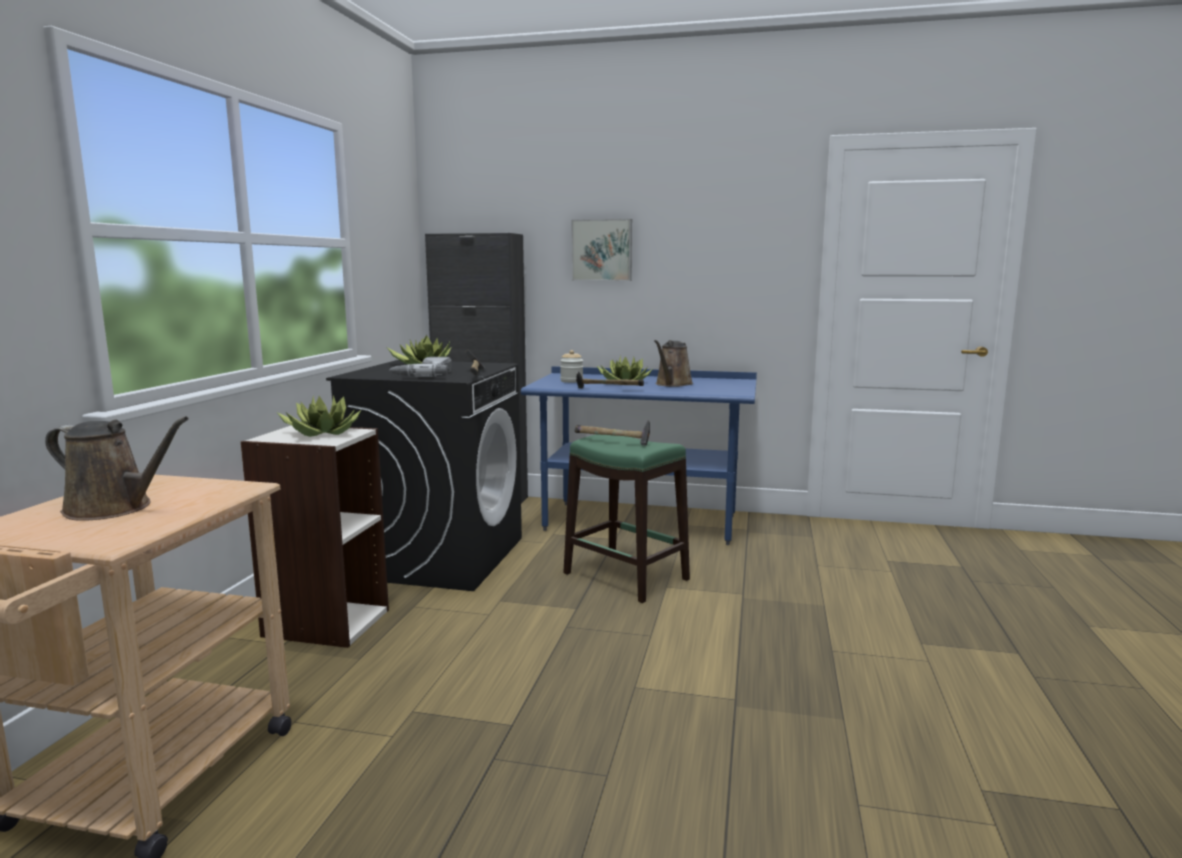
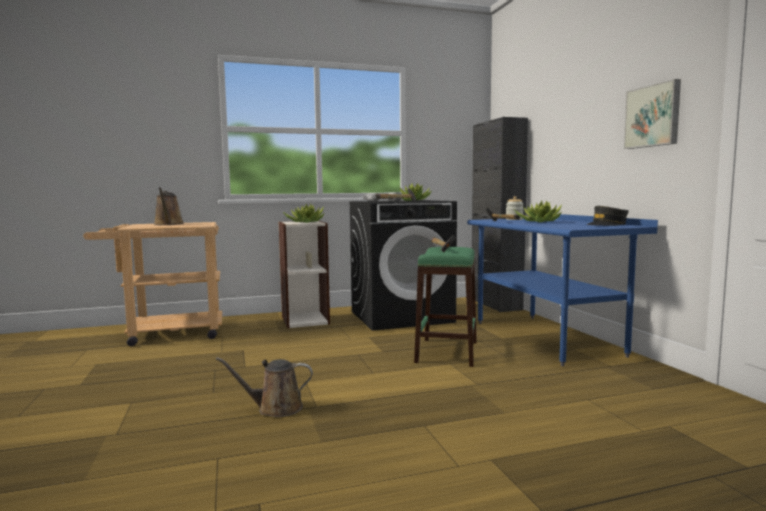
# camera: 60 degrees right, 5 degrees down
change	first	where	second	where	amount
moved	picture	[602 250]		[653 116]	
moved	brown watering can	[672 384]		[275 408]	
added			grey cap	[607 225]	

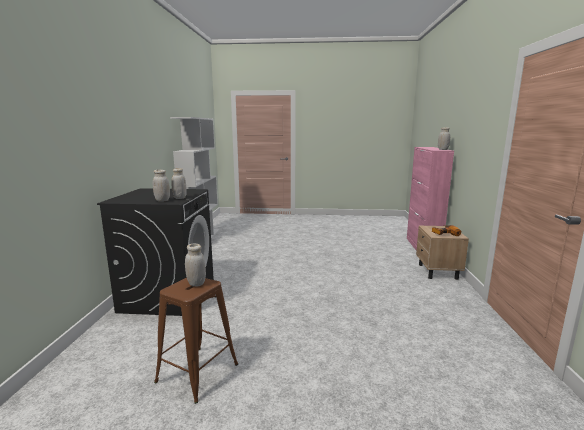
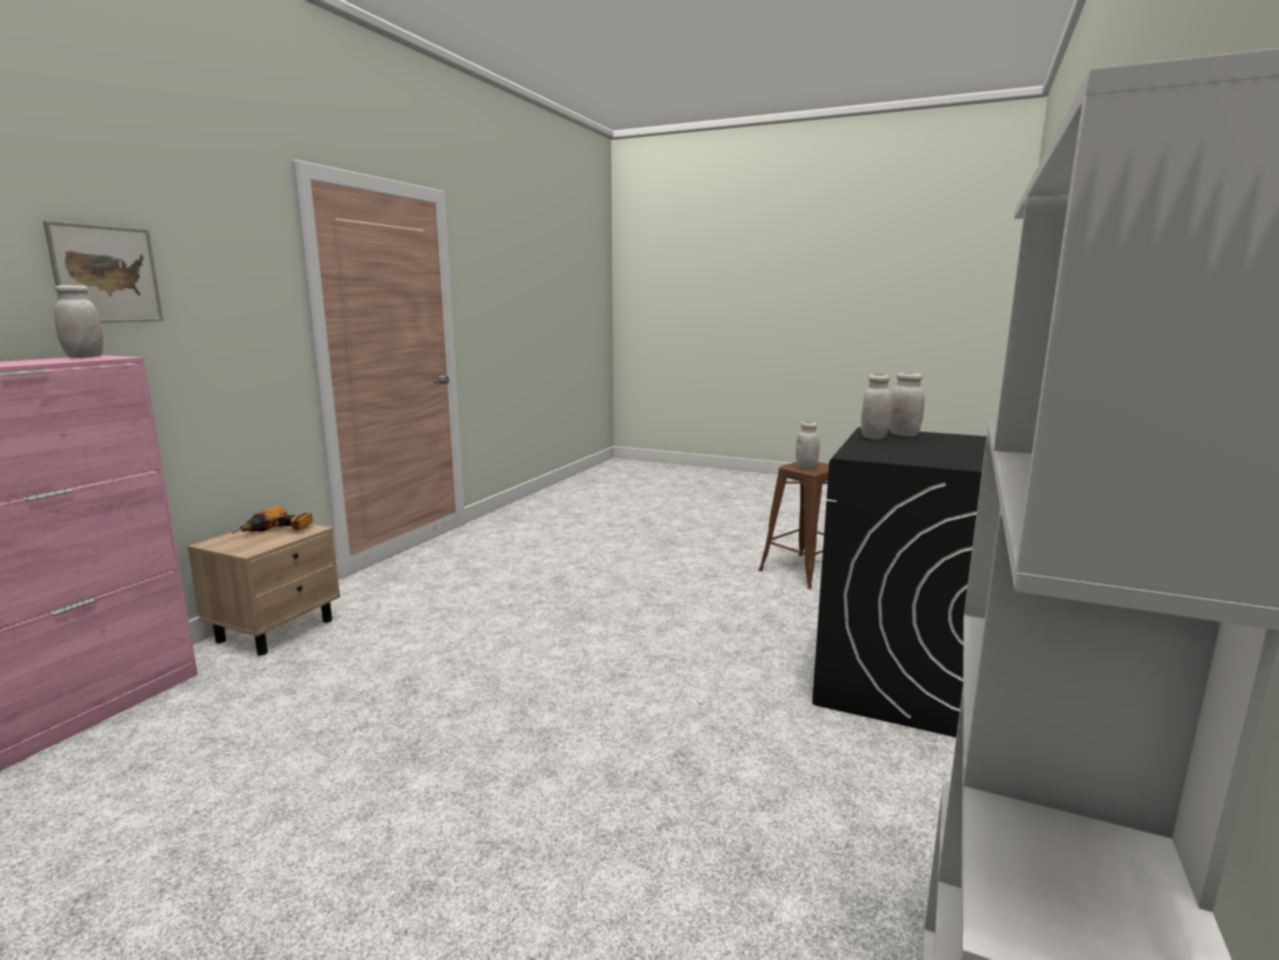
# camera: 160 degrees left, 0 degrees up
change	first	where	second	where	amount
added			picture	[106 274]	

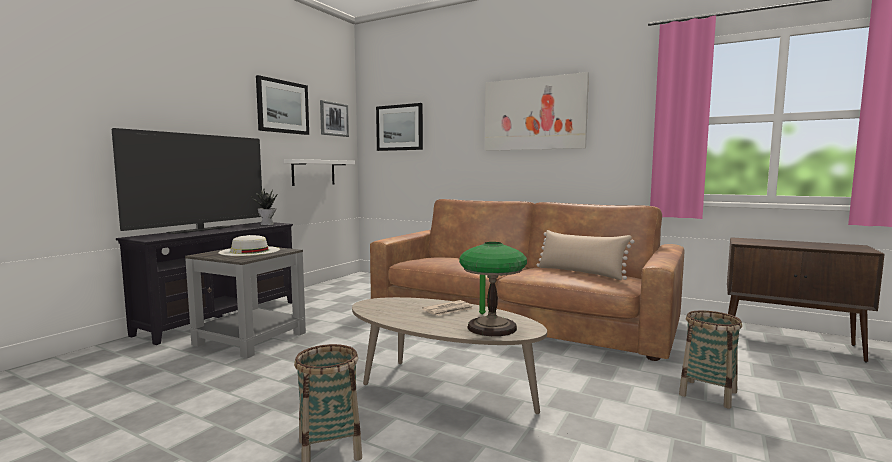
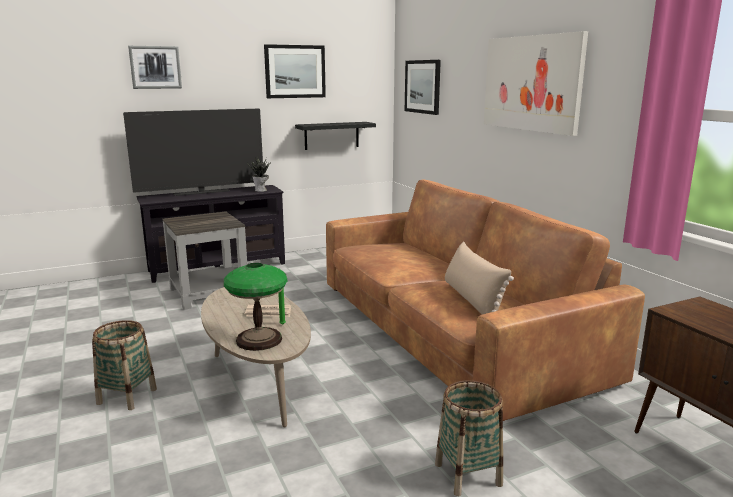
# camera: 35 degrees right, 10 degrees up
change	first	where	second	where	amount
moved	picture	[333 119]		[155 67]	
recoloured	white shelf	[313 172]	black shelf	[331 135]	
removed	white hat	[249 251]			

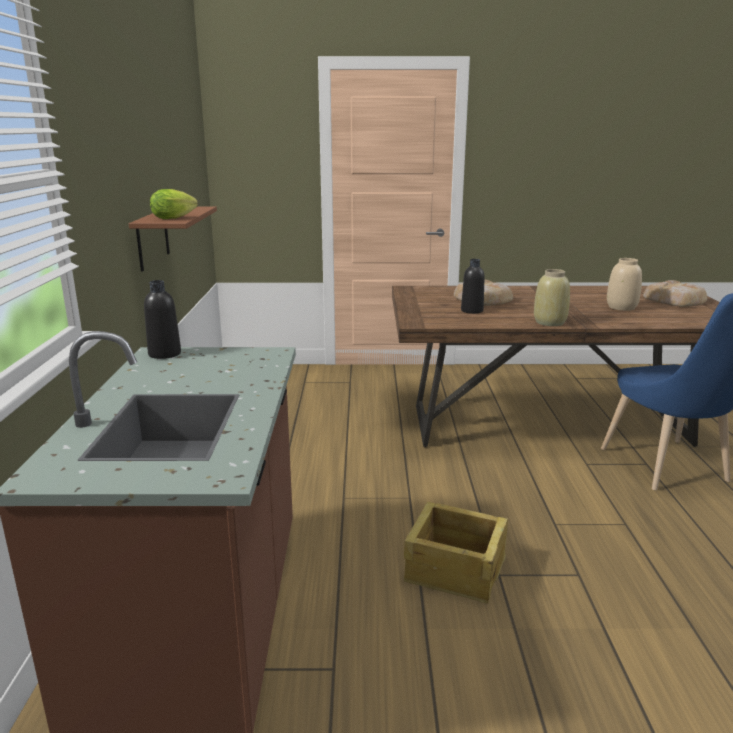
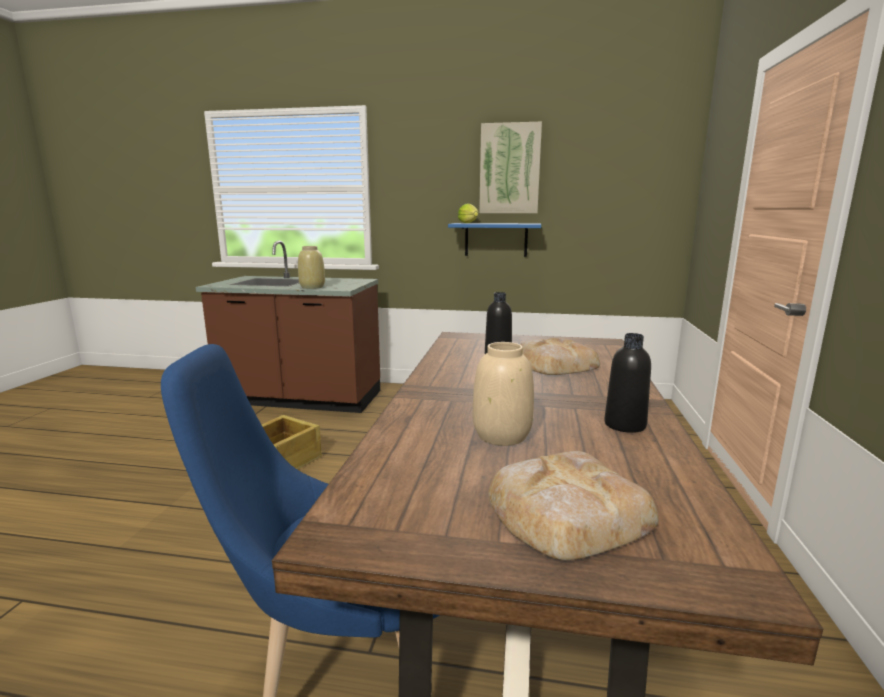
# camera: 100 degrees right, 5 degrees down
change	first	where	second	where	amount
recoloured	brown shelf	[152 238]	blue shelf	[496 239]	
moved	beige vase	[550 322]		[312 287]	
moved	black bottle	[164 354]		[625 425]	
added			picture	[509 169]	

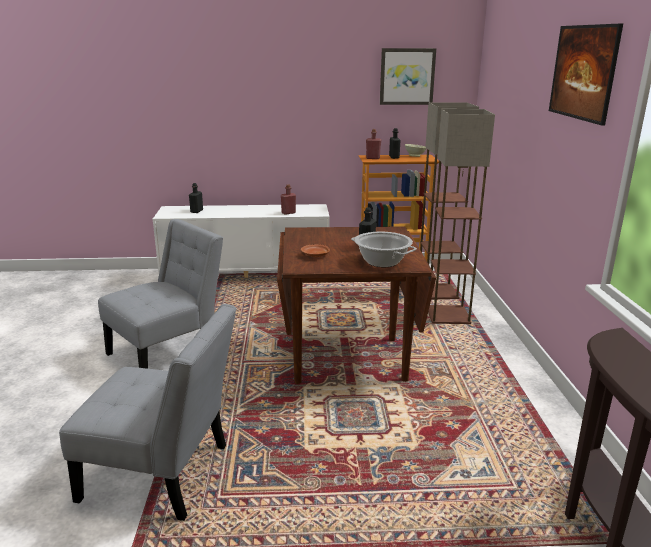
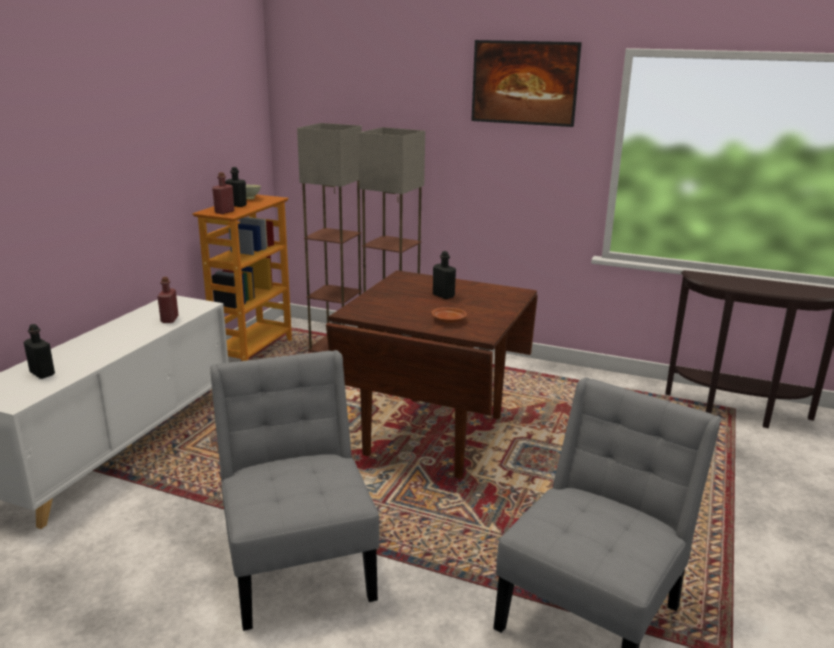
# camera: 65 degrees left, 0 degrees up
change	first	where	second	where	amount
removed	picture	[407 76]			
removed	cooking pot	[382 262]			

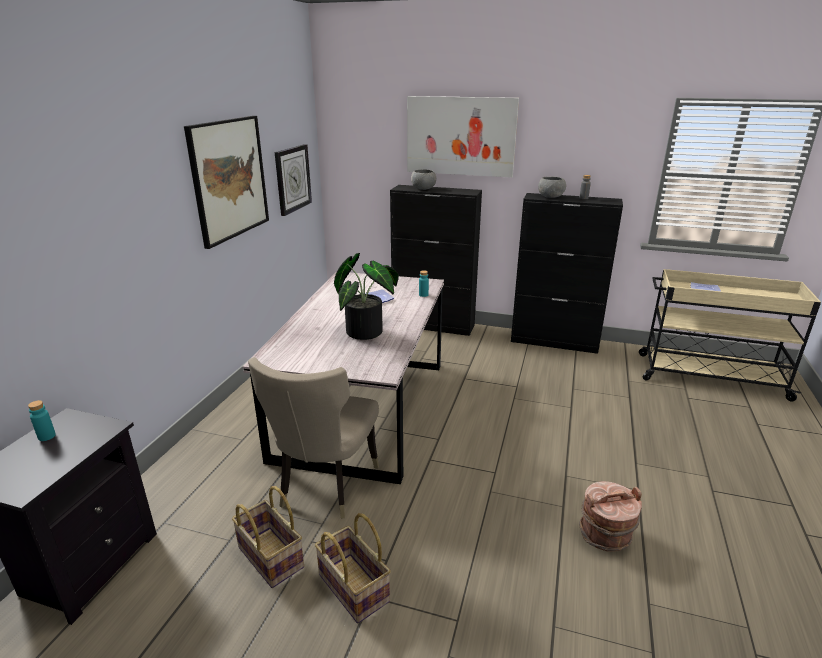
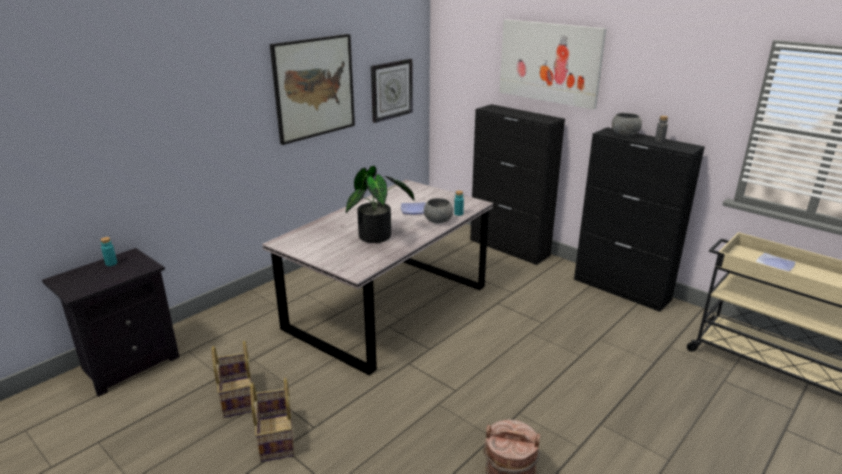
# camera: 25 degrees right, 0 degrees up
change	first	where	second	where	amount
moved	grey bowl	[423 188]		[438 221]	
removed	beige chair	[324 487]			

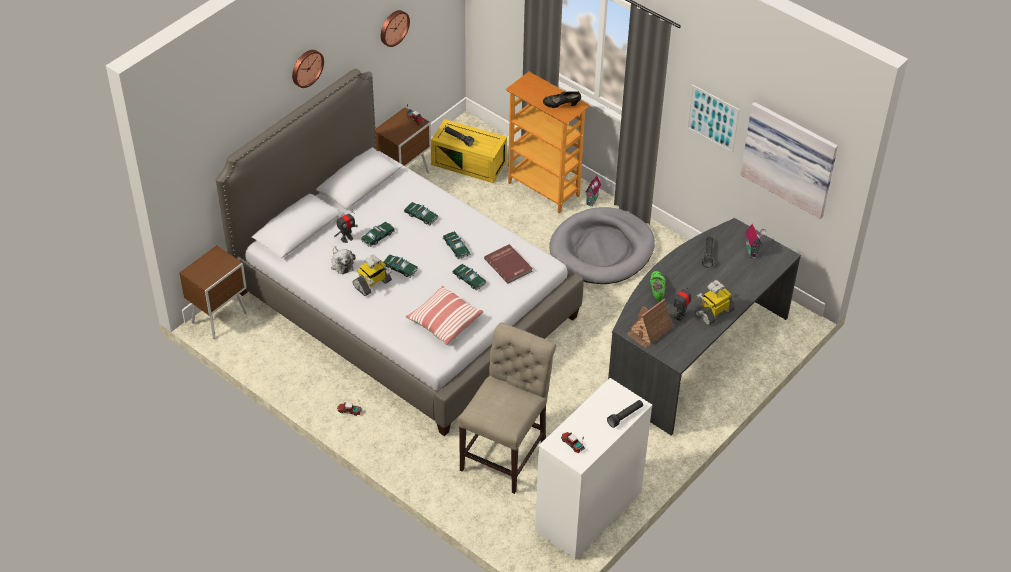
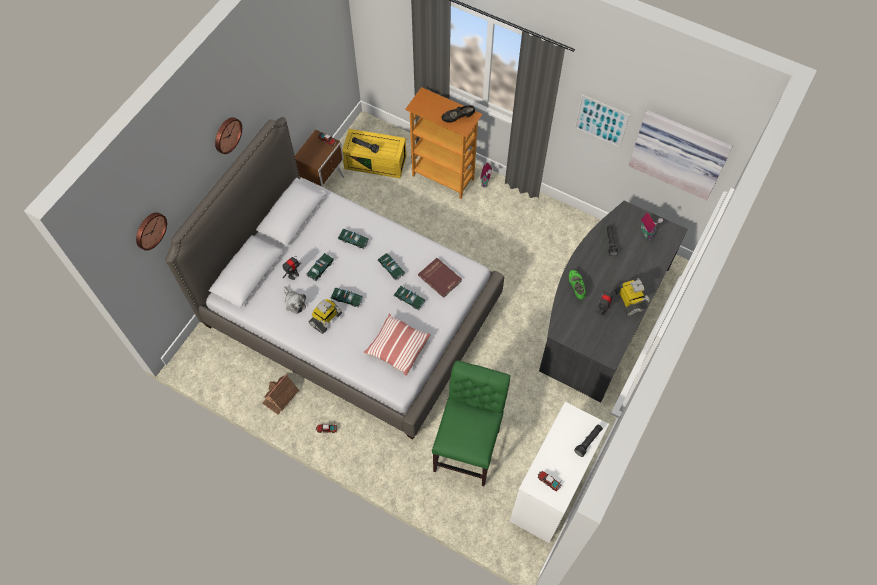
# camera: 10 degrees left, 15 degrees up
change	first	where	second	where	amount
moved	wall clock	[393 27]		[149 230]	
removed	grey dog bed	[602 250]			
removed	brown nightstand	[221 318]			
turned	toy robot	[714 312]		[629 301]	120 degrees clockwise
moved	toy house	[649 330]		[280 396]	
recoloured	beige chair	[506 453]	green chair	[468 446]	

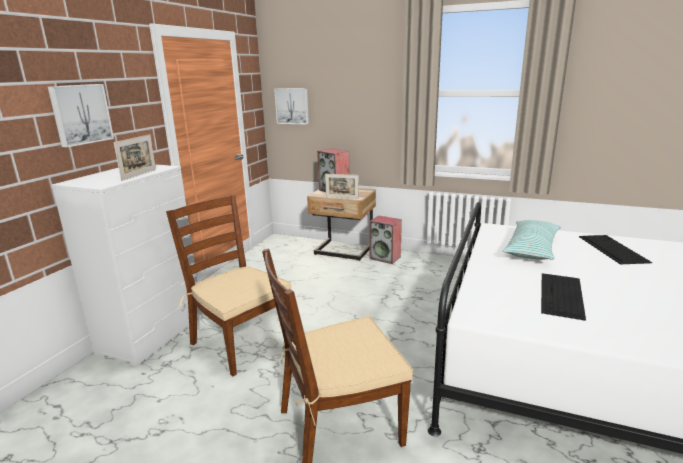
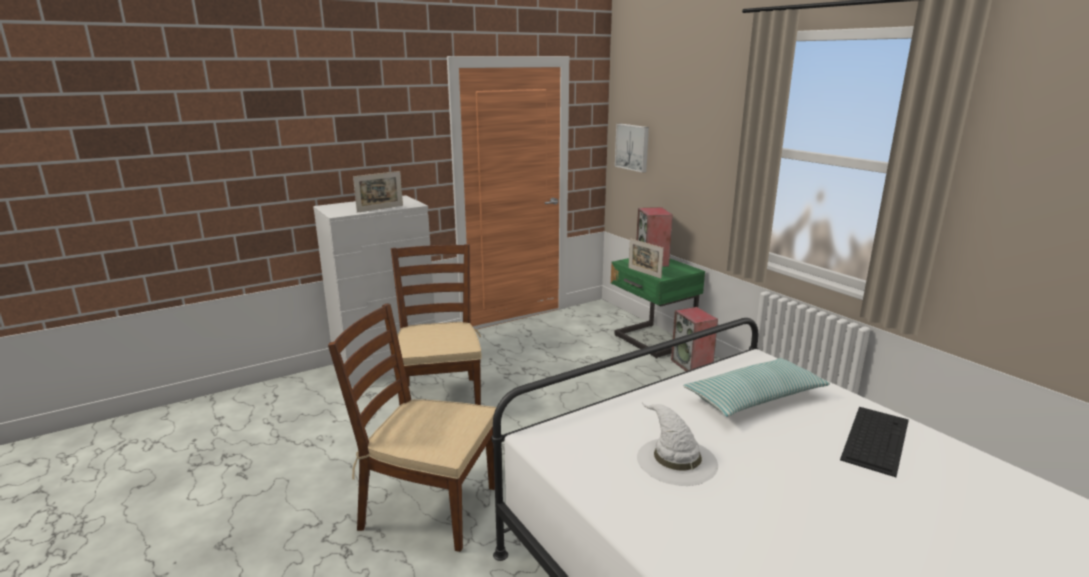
# camera: 35 degrees right, 0 degrees up
change	first	where	second	where	amount
removed	picture	[80 114]			
recoloured	beige nightstand	[343 251]	green nightstand	[652 342]	
replaced	keyboard	[562 295]	white hat	[675 460]	

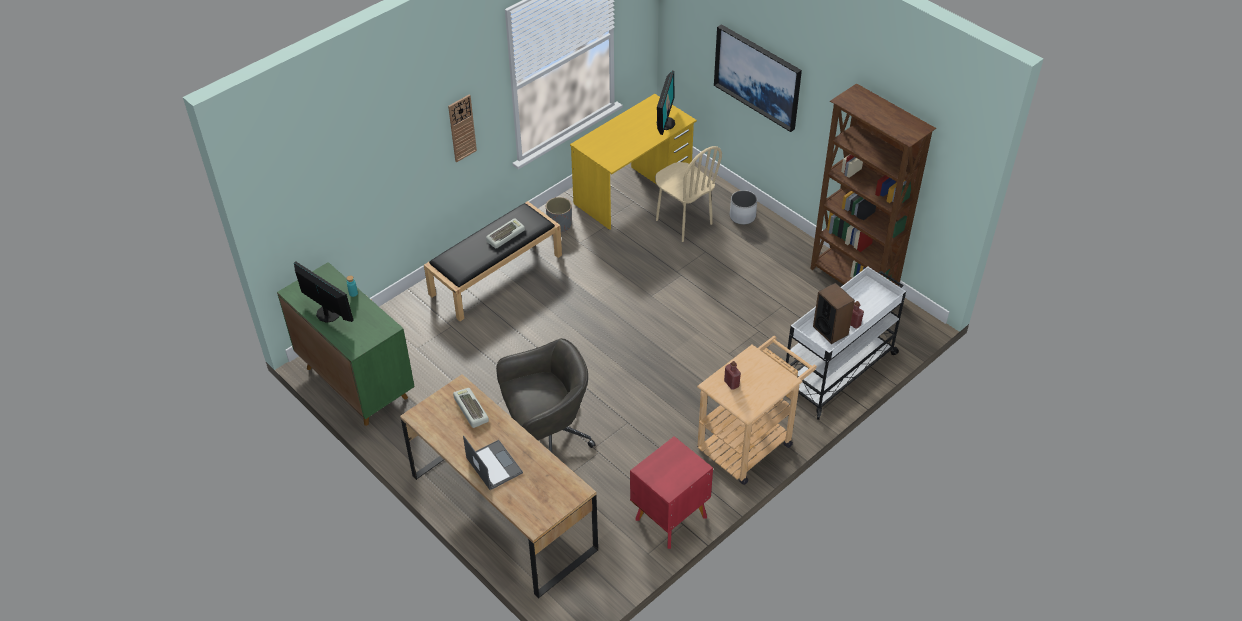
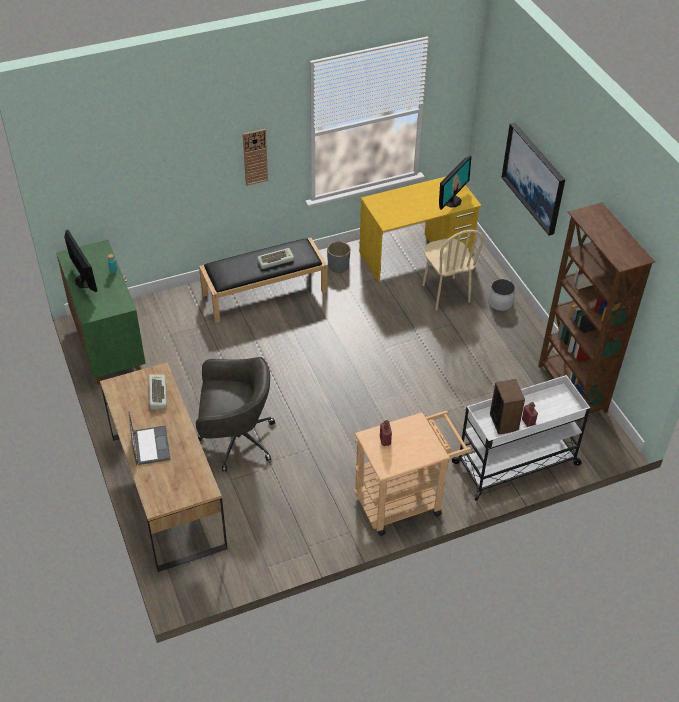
# camera: 20 degrees right, 0 degrees up
change	first	where	second	where	amount
removed	red nightstand	[669 518]			

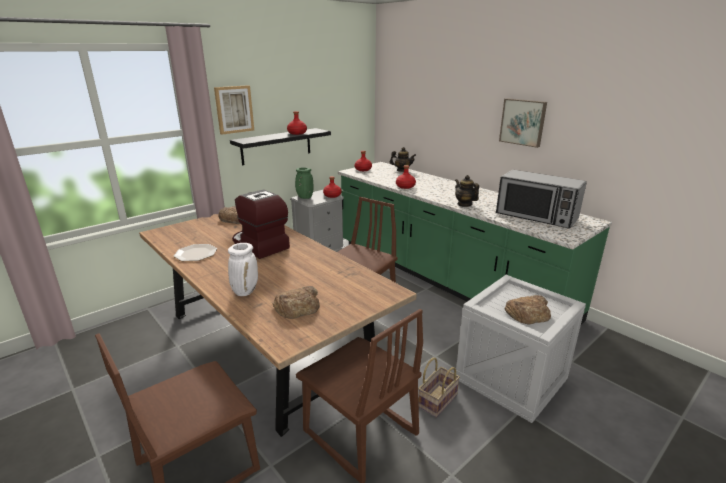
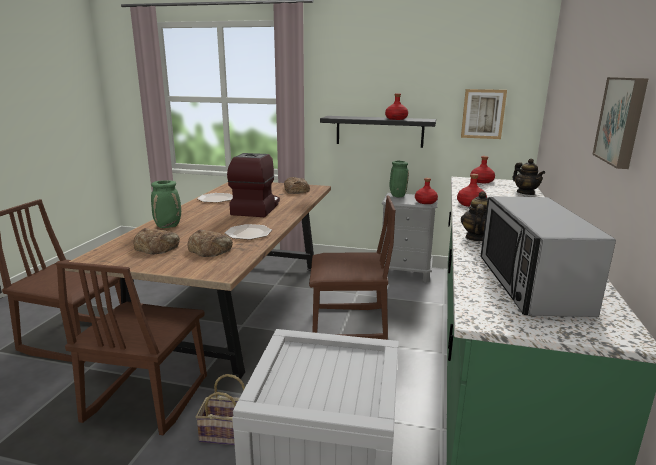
# camera: 55 degrees right, 5 degrees down
change	first	where	second	where	amount
moved	picture	[234 109]		[483 114]	
recoloured	white vase	[245 291]	green vase	[168 226]	
moved	bread	[527 313]		[210 249]	
added			plate	[248 233]	

